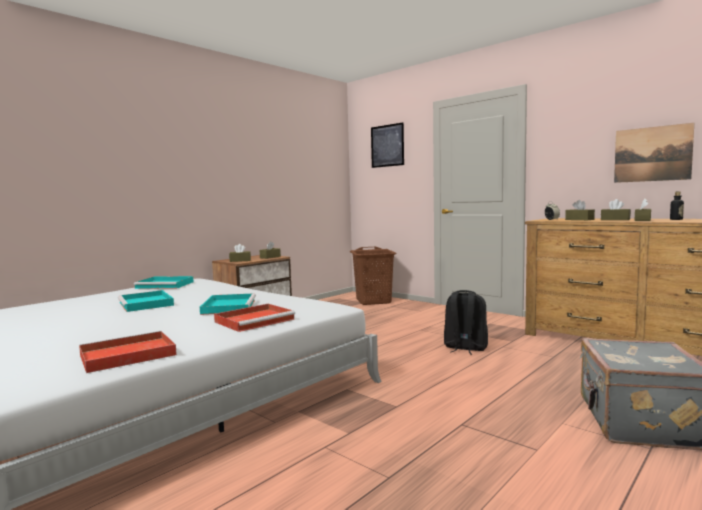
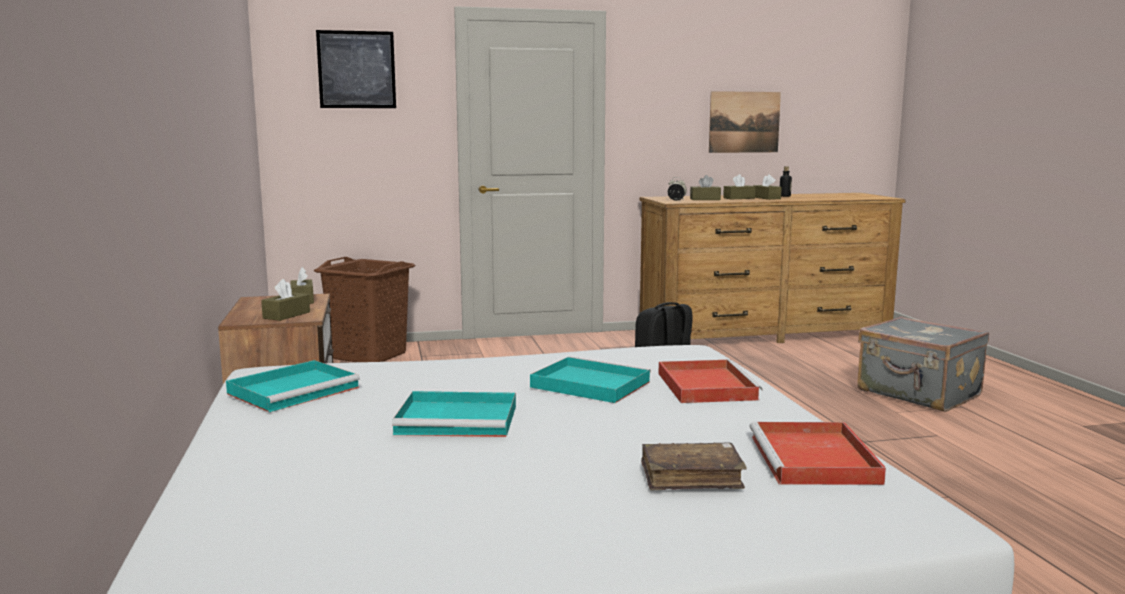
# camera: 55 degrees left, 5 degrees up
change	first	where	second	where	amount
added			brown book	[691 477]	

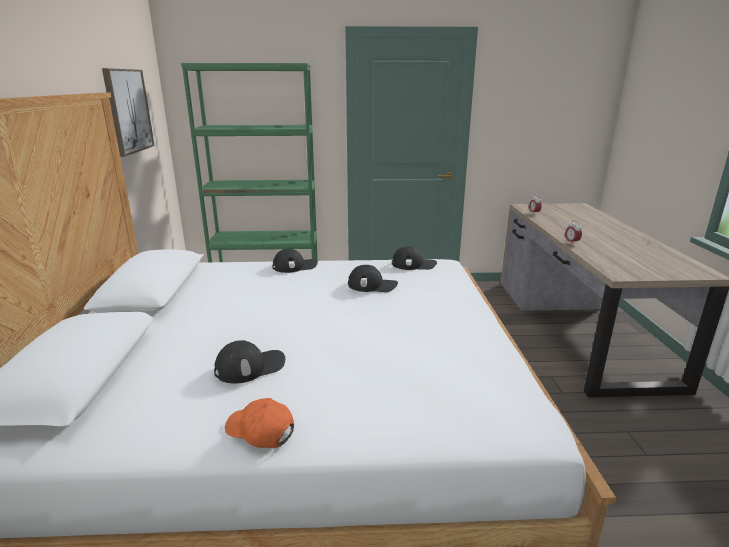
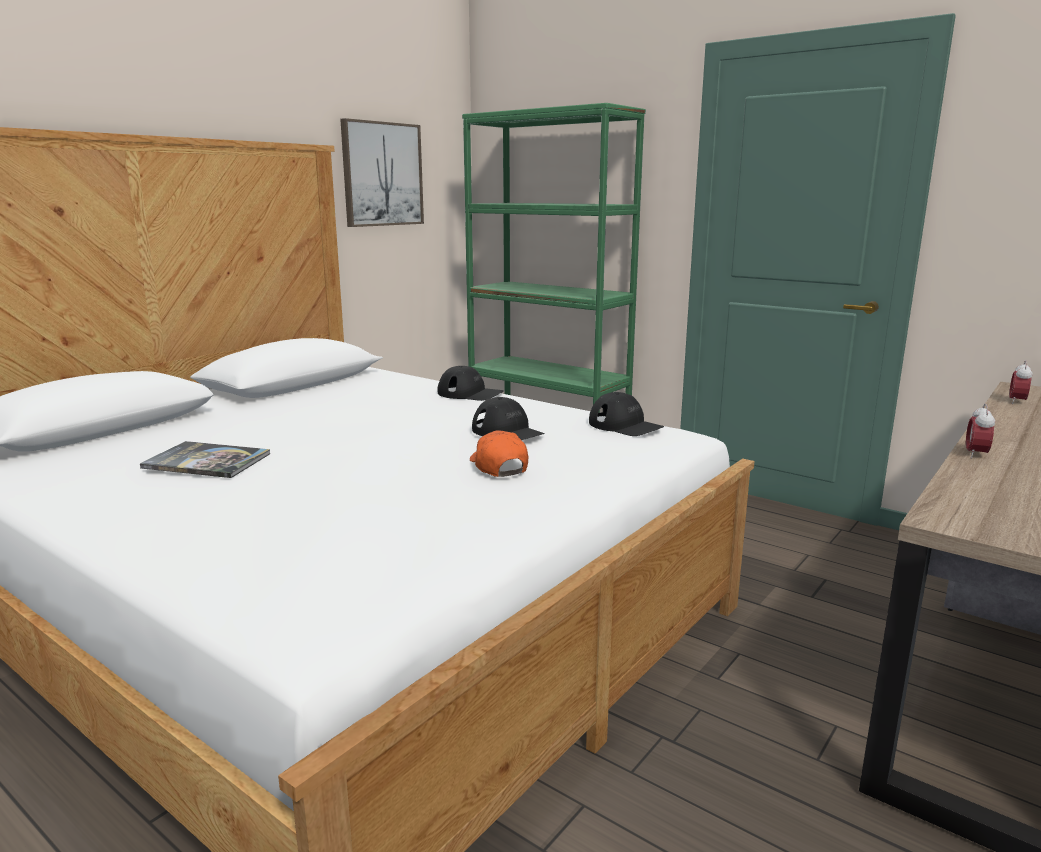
# camera: 40 degrees right, 5 degrees down
change	first	where	second	where	amount
replaced	black cap	[250 366]	book	[207 461]	
moved	orange cap	[260 431]		[498 466]	

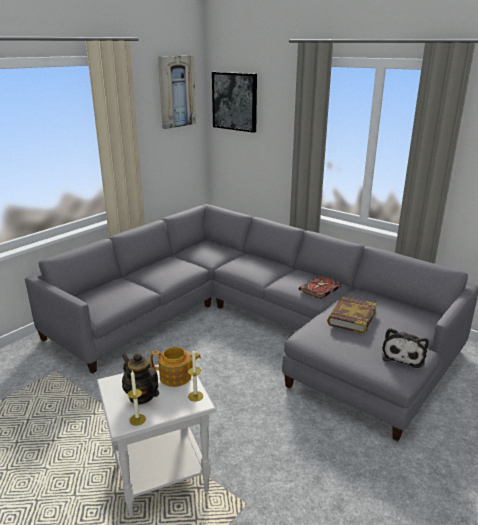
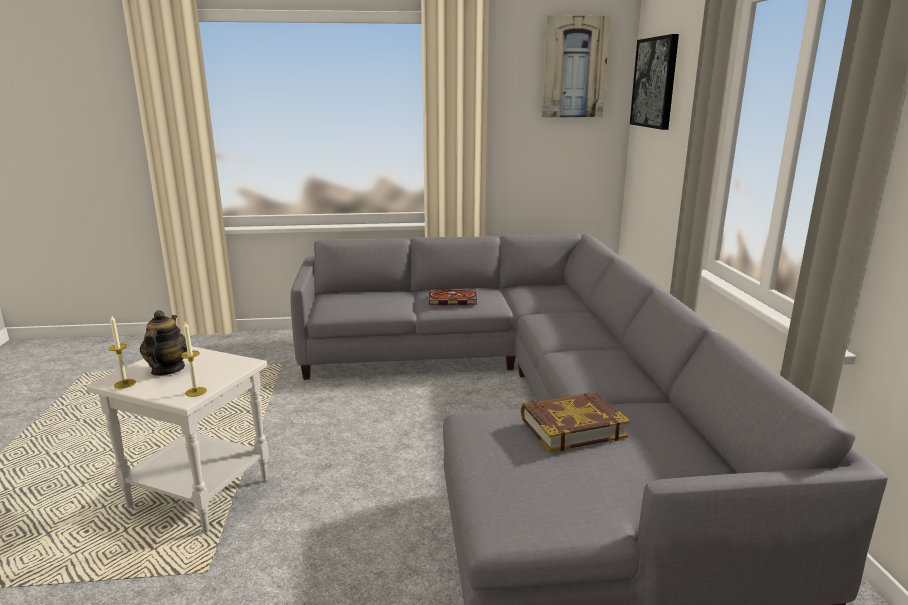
# camera: 45 degrees right, 5 degrees down
change	first	where	second	where	amount
moved	book	[320 289]		[451 300]	
removed	plush toy	[403 355]			
removed	teapot	[176 377]			

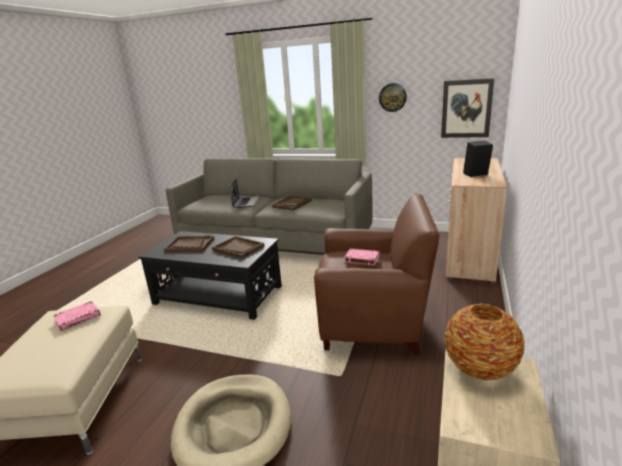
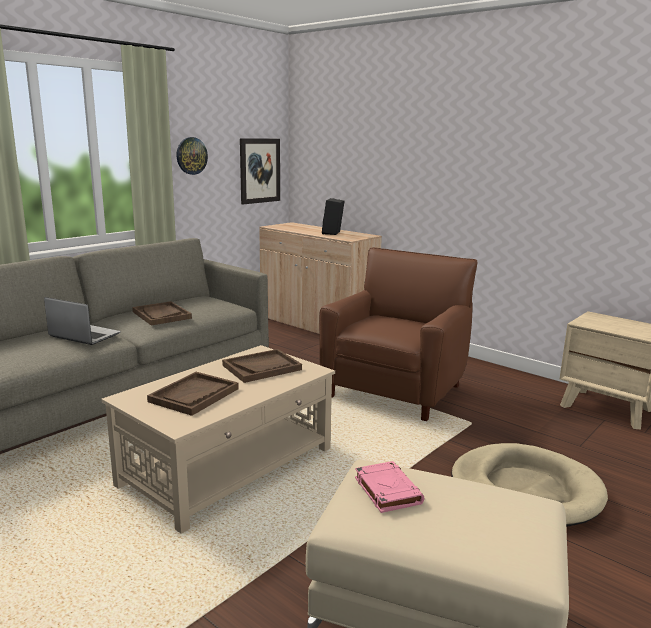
# camera: 70 degrees left, 5 degrees down
change	first	where	second	where	amount
recoloured	black coffee table	[218 295]	beige coffee table	[229 466]	
removed	pink book	[361 259]			
removed	vase	[480 369]			

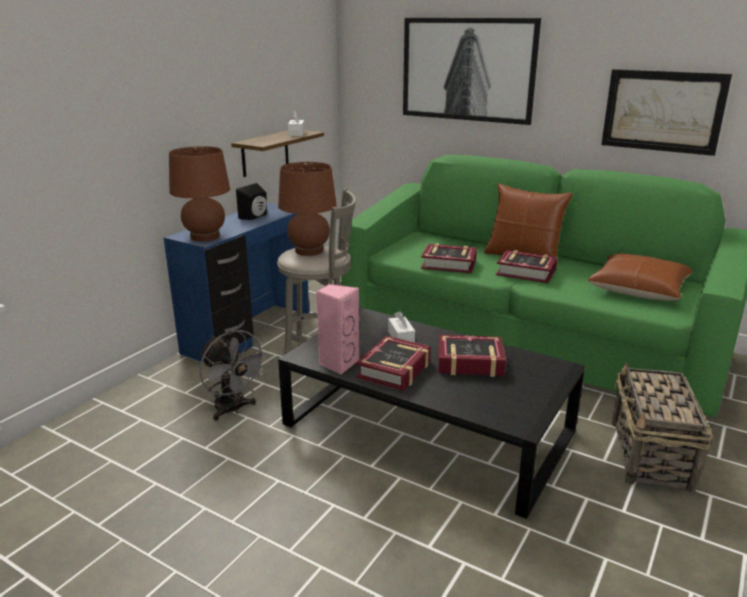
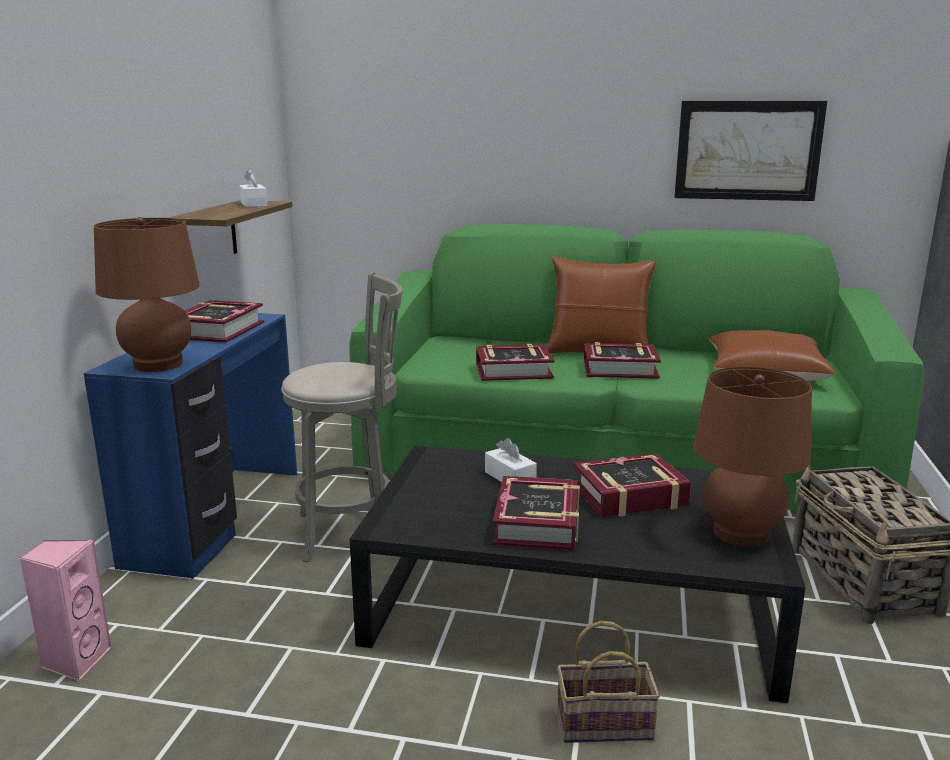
# camera: 20 degrees left, 5 degrees down
change	first	where	second	where	amount
removed	picture	[468 69]			
moved	brown table lamp	[309 251]		[741 533]	
replaced	black speaker	[255 217]	book	[217 330]	
moved	pink speaker	[338 363]		[75 660]	
removed	grey fan	[233 410]			
added			basket	[606 723]	

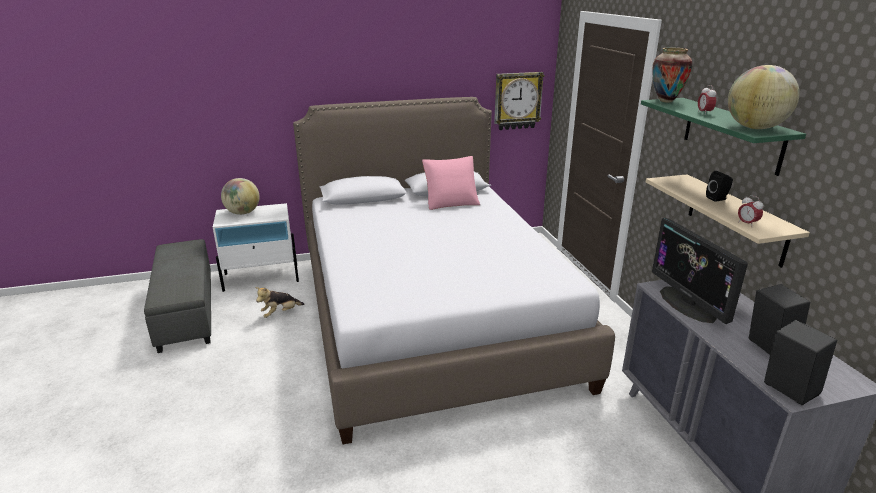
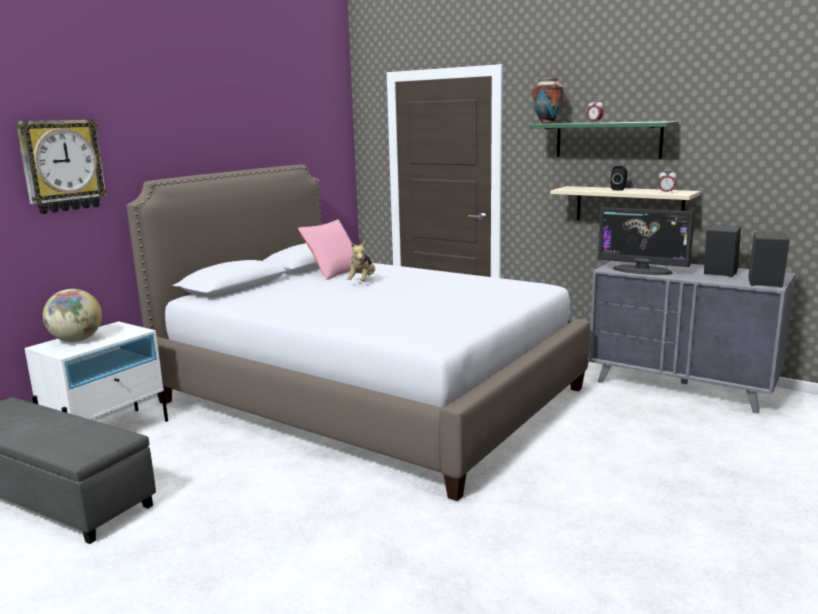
# camera: 40 degrees left, 10 degrees down
change	first	where	second	where	amount
removed	globe	[755 128]			
moved	wall clock	[517 101]		[62 166]	
moved	plush toy	[280 313]		[362 282]	

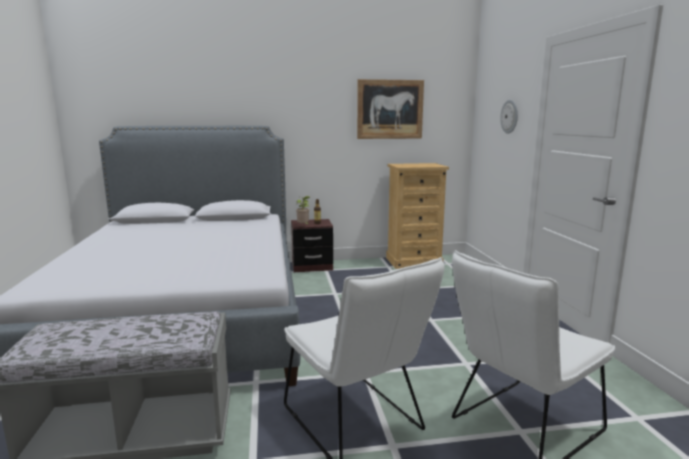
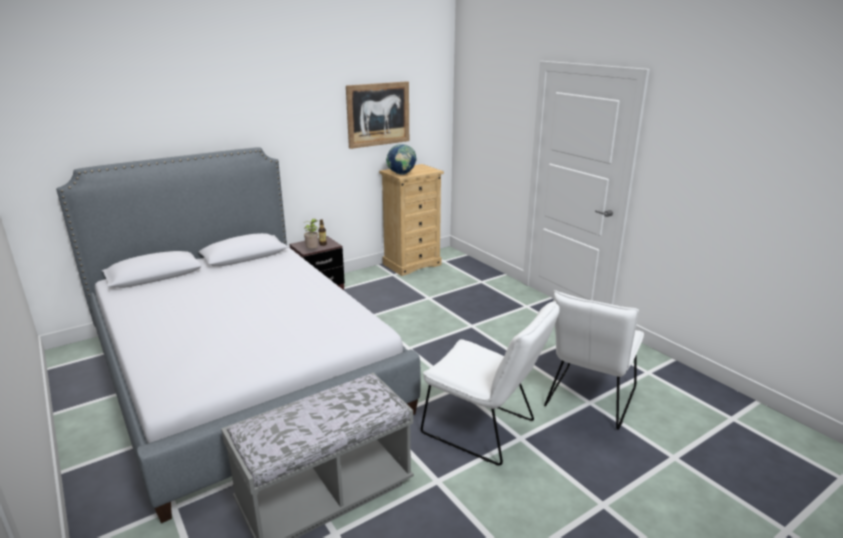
# camera: 25 degrees left, 10 degrees up
change	first	where	second	where	amount
removed	wall clock	[510 116]			
added			globe	[401 174]	

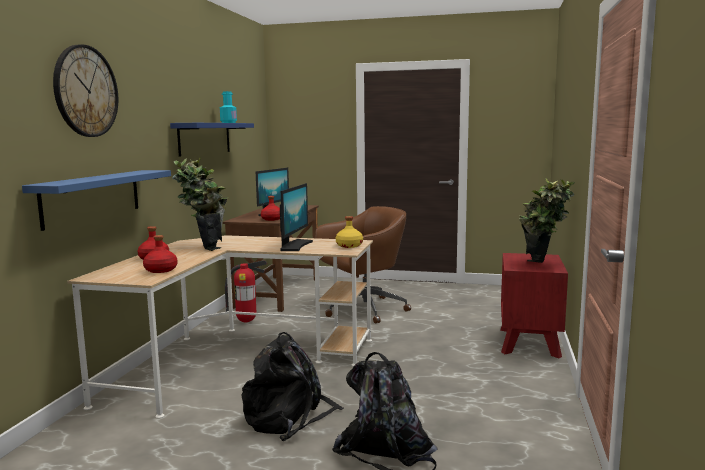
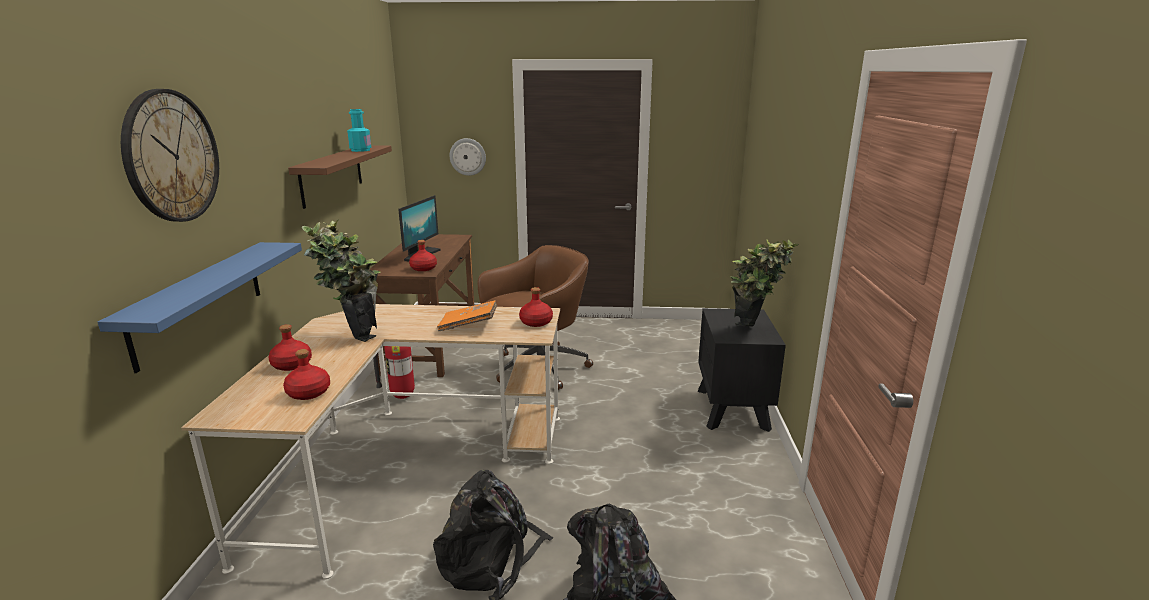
# camera: 10 degrees left, 10 degrees up
change	first	where	second	where	amount
recoloured	blue shelf	[205 138]	brown shelf	[332 175]	
replaced	monitor	[295 246]	orange book	[469 325]	
recoloured	yellow bottle	[349 246]	red bottle	[535 322]	
recoloured	red nightstand	[529 343]	black nightstand	[733 409]	
added			wall clock	[468 156]	

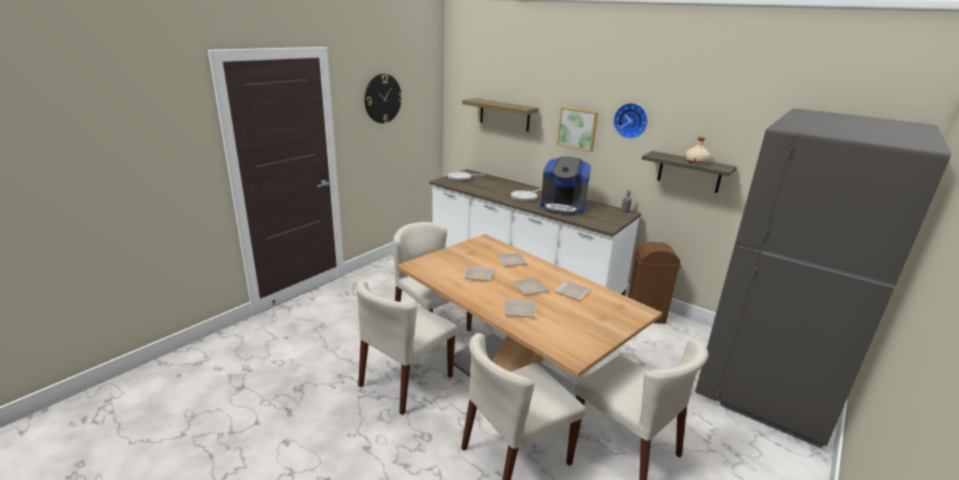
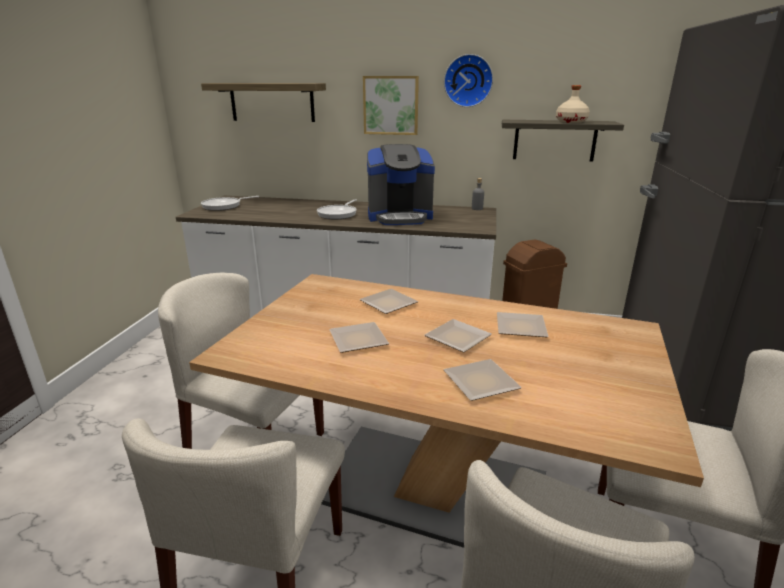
# camera: 25 degrees left, 0 degrees up
change	first	where	second	where	amount
removed	wall clock	[382 98]			

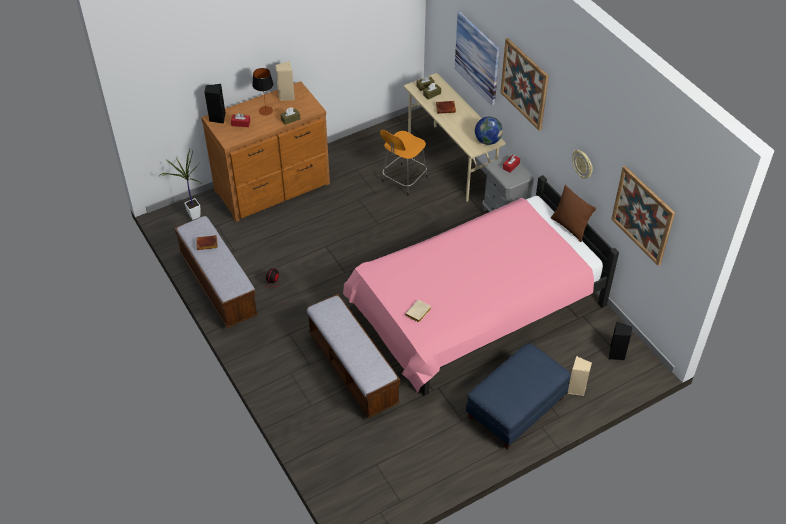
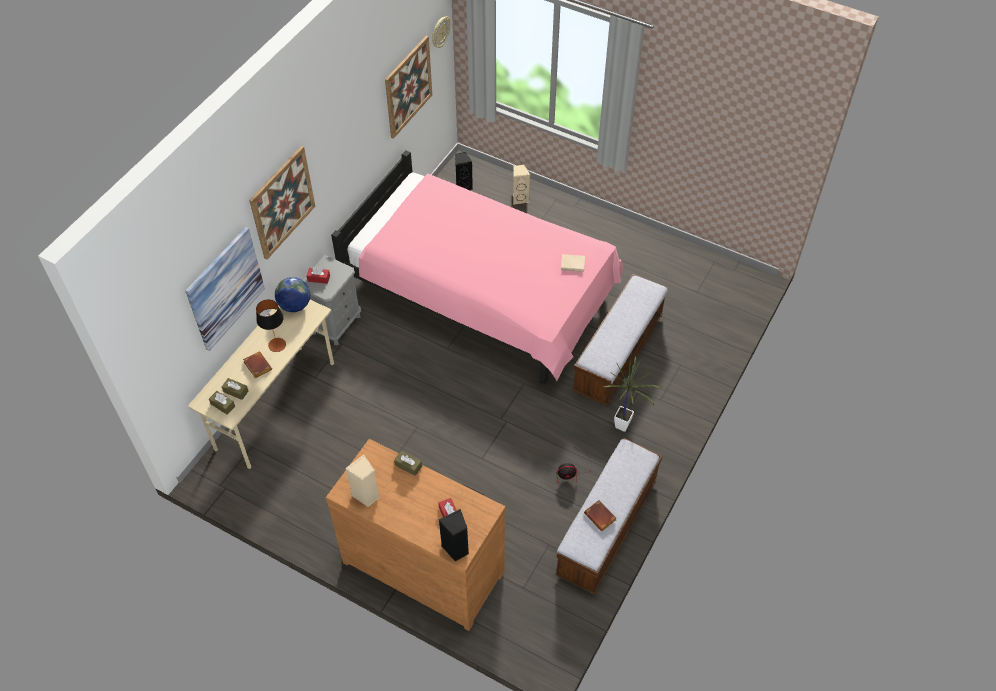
# camera: 120 degrees left, 5 degrees up
change	first	where	second	where	amount
moved	table lamp	[265 110]		[277 345]	
removed	orange stool	[403 180]			
moved	potted plant	[191 216]		[624 428]	
moved	wall clock	[583 164]		[440 32]	
removed	brown pillow	[570 227]			
removed	blue ottoman	[515 408]			

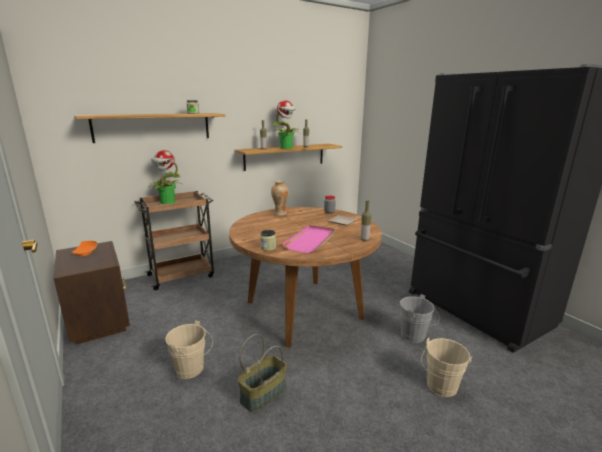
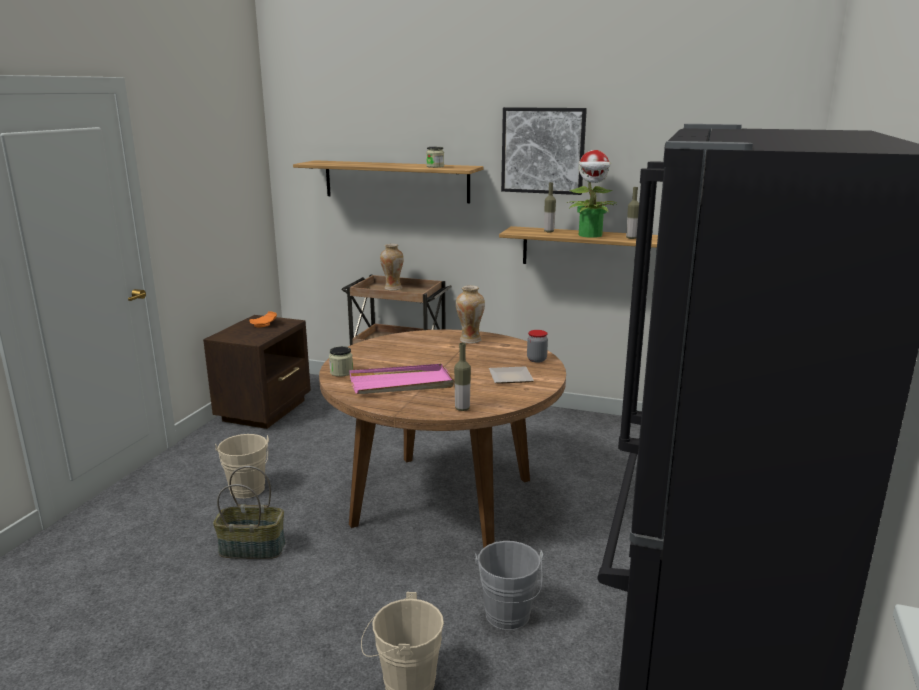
# camera: 50 degrees right, 0 degrees up
change	first	where	second	where	amount
replaced	potted plant	[167 202]	vase	[392 288]	
added			picture	[543 150]	

